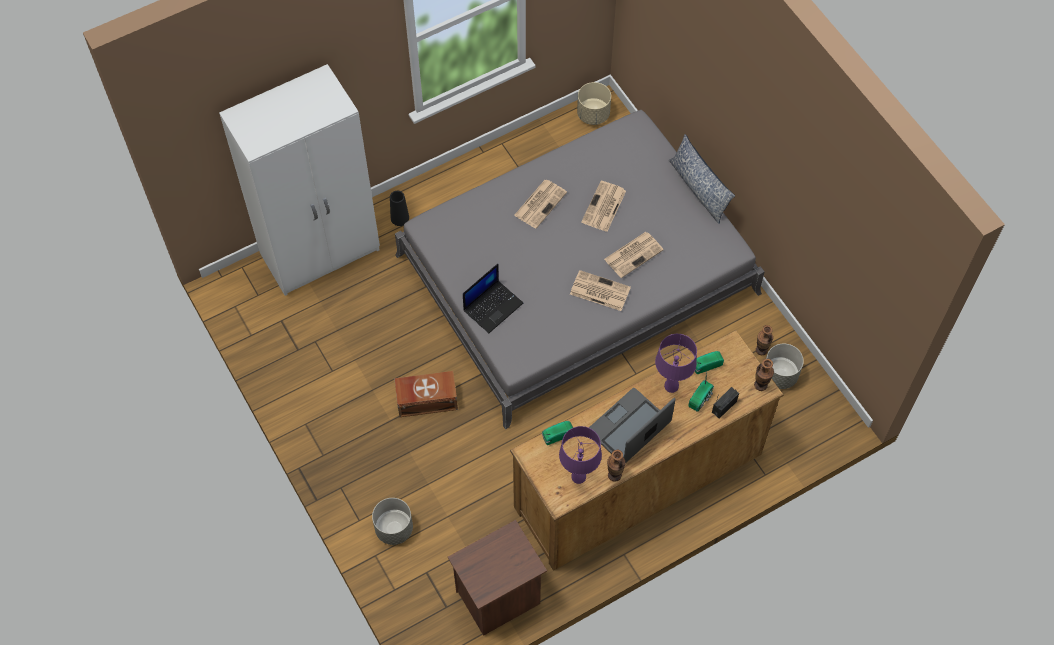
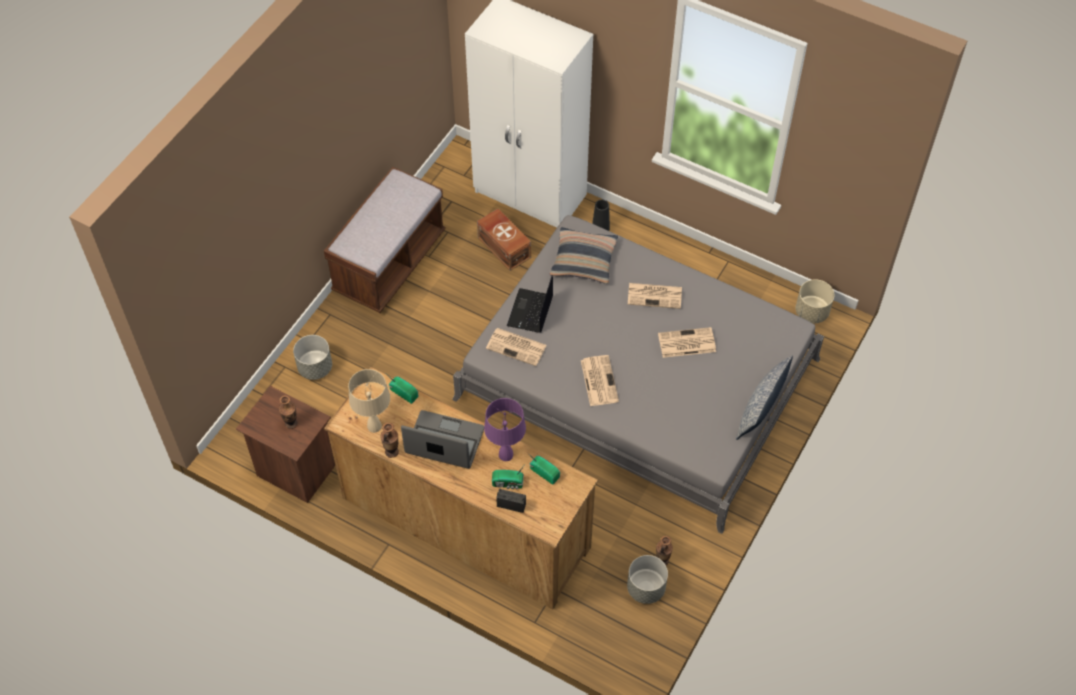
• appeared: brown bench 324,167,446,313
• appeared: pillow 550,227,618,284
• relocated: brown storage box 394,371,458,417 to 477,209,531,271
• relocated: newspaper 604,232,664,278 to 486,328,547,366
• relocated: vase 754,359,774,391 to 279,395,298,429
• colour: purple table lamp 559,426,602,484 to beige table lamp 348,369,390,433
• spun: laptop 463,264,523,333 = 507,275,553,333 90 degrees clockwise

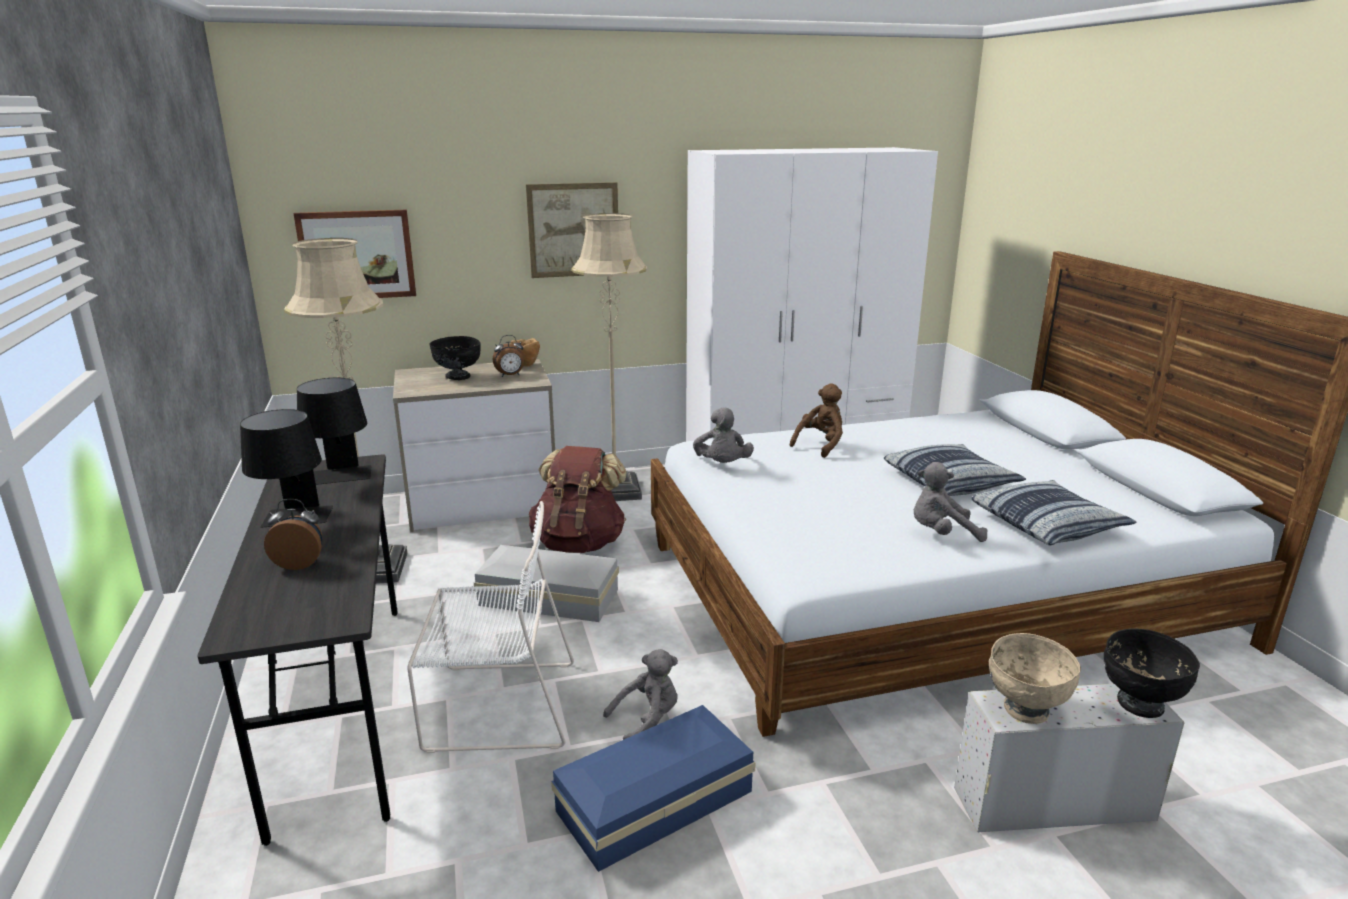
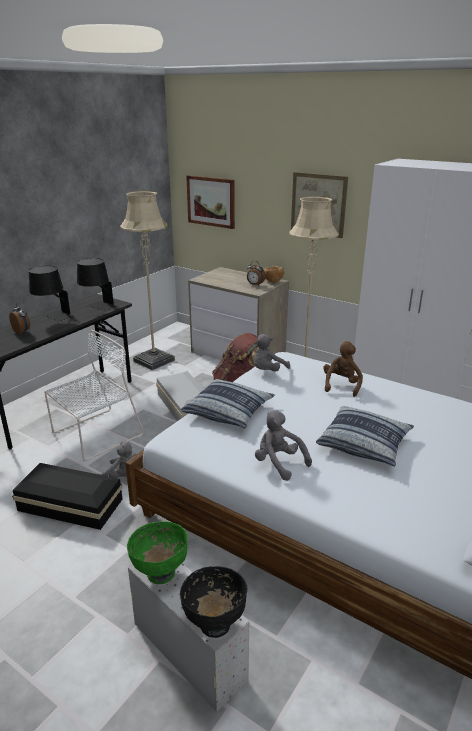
• missing: black bowl 429,336,481,380
• relocated: pillow 971,480,1136,545 to 181,379,275,428
• colour: blue storage box 551,705,756,872 to black storage box 12,463,122,530
• colour: beige bowl 989,633,1081,724 to green bowl 127,521,188,584
• spun: white chair 408,501,574,753 = 44,330,144,461 90 degrees counterclockwise
• spun: brown plush toy 790,383,843,458 = 323,341,363,397 75 degrees counterclockwise

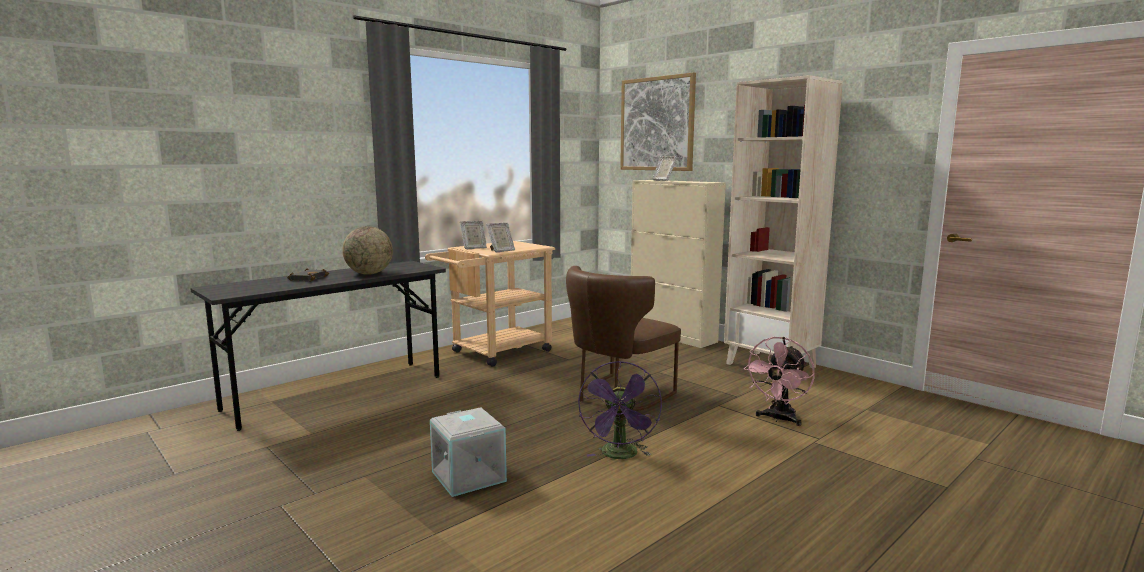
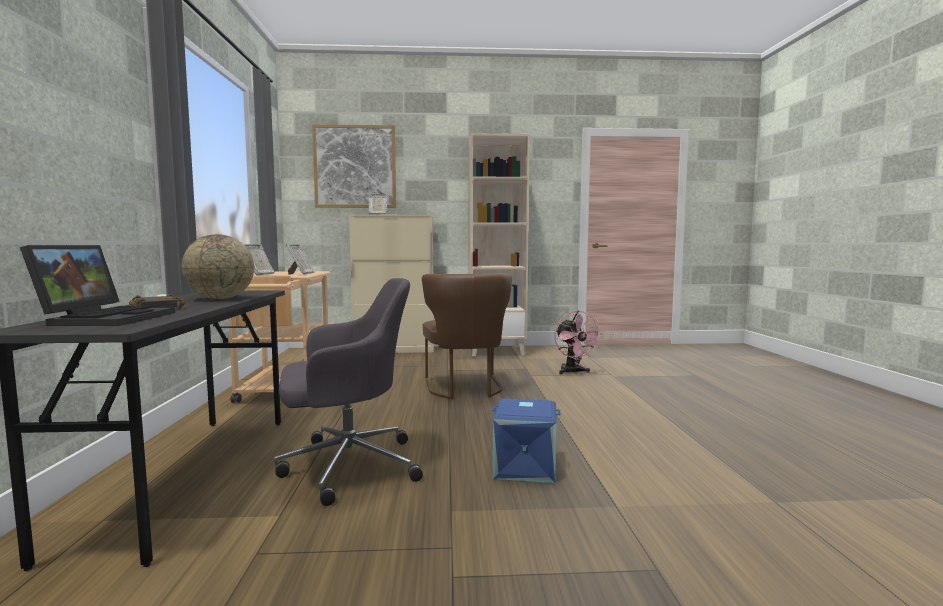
• missing: purple fan 578,361,662,459
• appeared: laptop 20,245,175,326
• appeared: grey office chair 274,278,423,506
• colour: grey storage box 430,408,507,497 to blue storage box 492,398,560,483

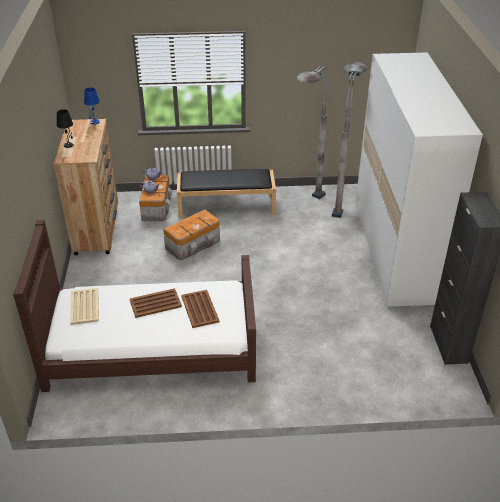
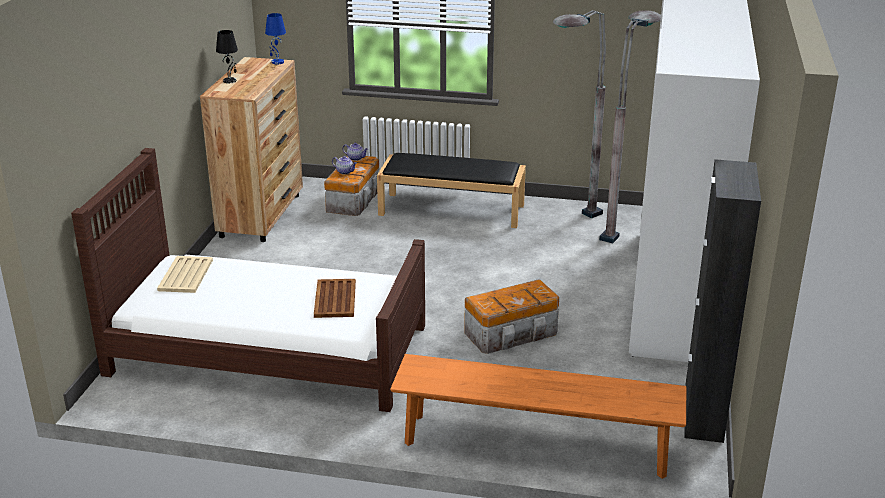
• missing: brown tray 130,288,182,318
• appeared: orange bench 390,354,686,479
• relocated: storage box 163,210,220,260 to 464,279,559,354

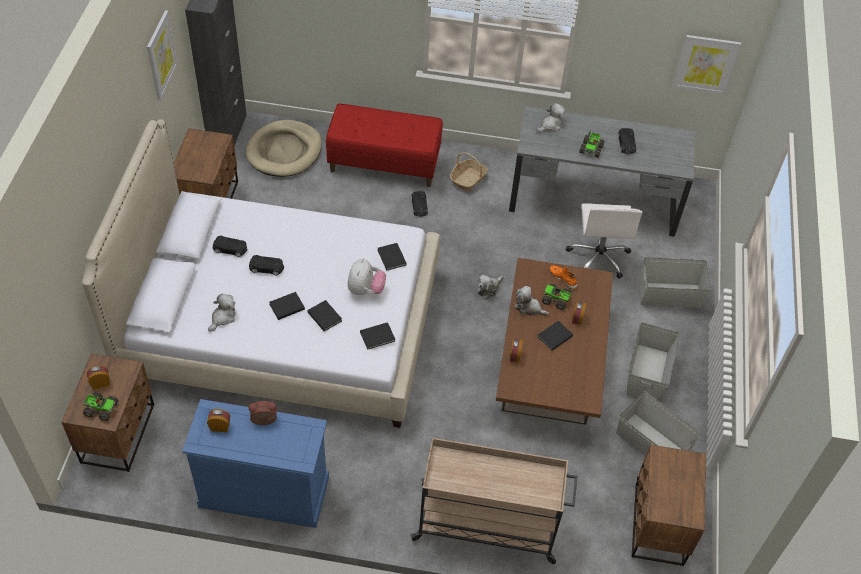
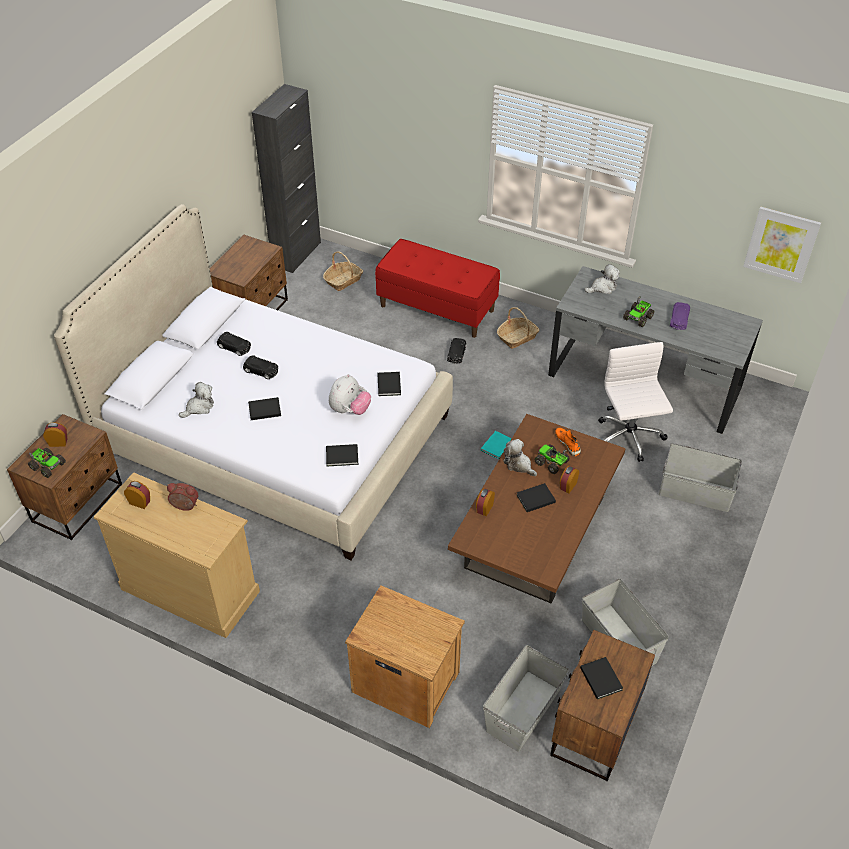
• missing: picture 147,10,178,101
• relocated: black book 307,300,342,331 to 580,657,623,700
• relocated: grey storage box 626,322,680,400 to 483,645,570,752
• exchanged: beige dog bed 246,120,322,177 to basket 323,251,363,291
• exchanged: beige cart 410,438,578,564 to brown nightstand 345,585,465,728
• exchanged: plush toy 478,275,504,299 to turquoise book 481,431,512,459
• colour: blue dresser 182,399,329,528 to beige dresser 94,472,260,638
• colour: black toy car 618,128,636,154 to purple toy car 670,302,690,330
• spun: white office chair 566,203,643,279 = 598,342,673,462 150 degrees clockwise

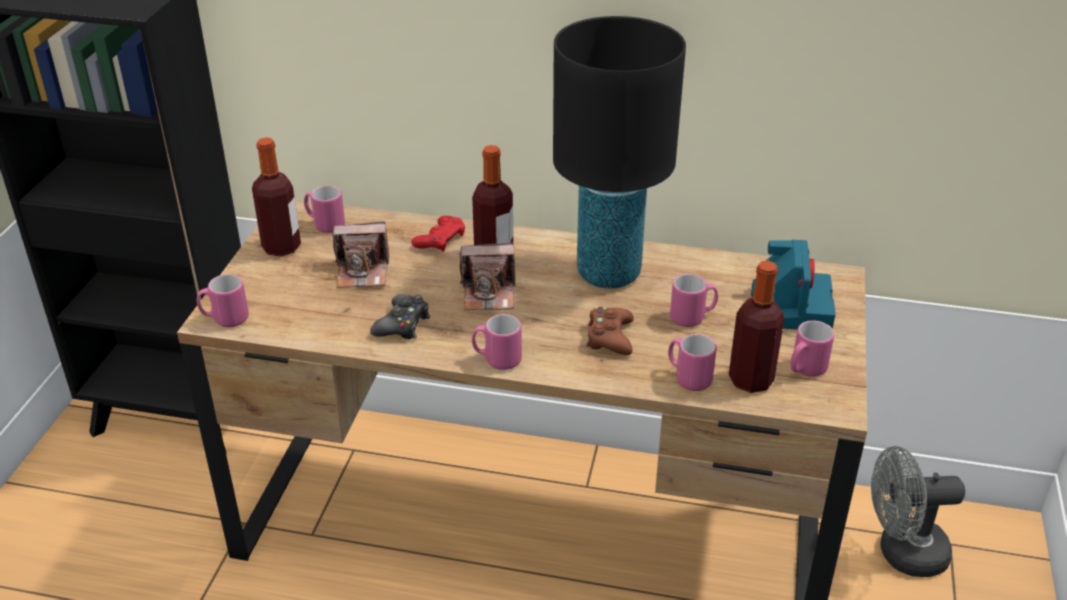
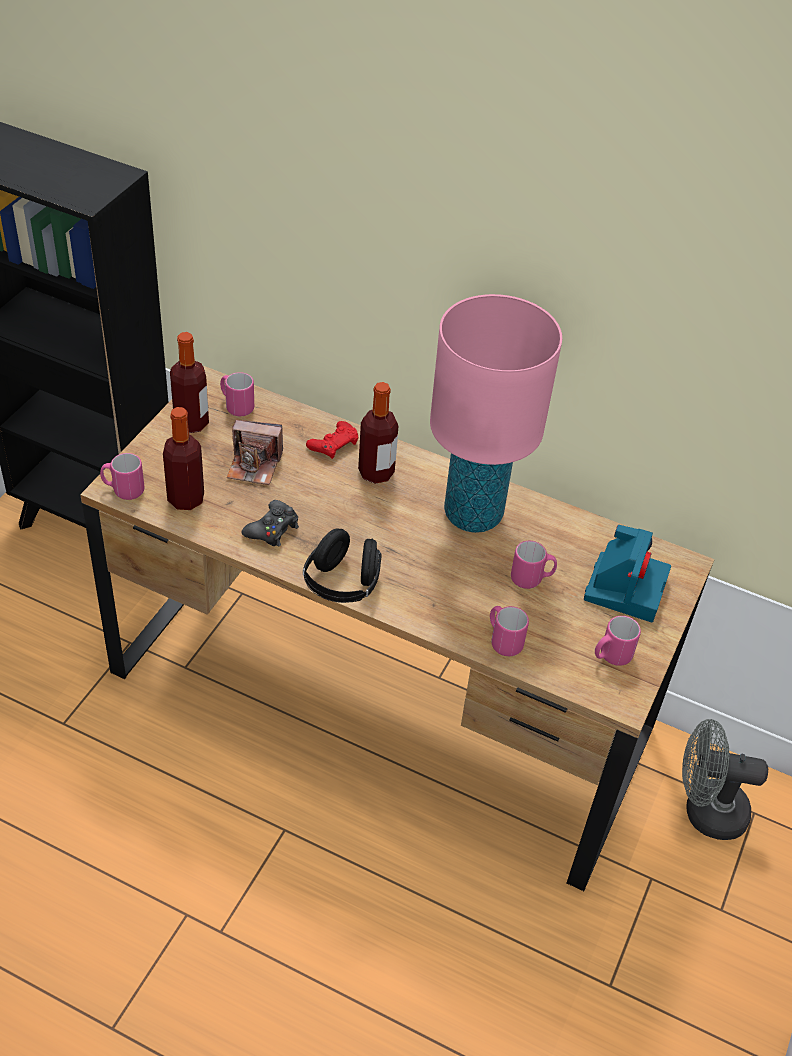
• missing: photo camera 459,243,515,310
• missing: brown game controller 586,307,634,355
• relocated: bottle 729,261,784,393 to 163,407,204,510
• exchanged: pink mug 472,314,522,370 to black headphones 303,529,382,603
• colour: black table lamp 553,16,686,289 to pink table lamp 430,294,562,533

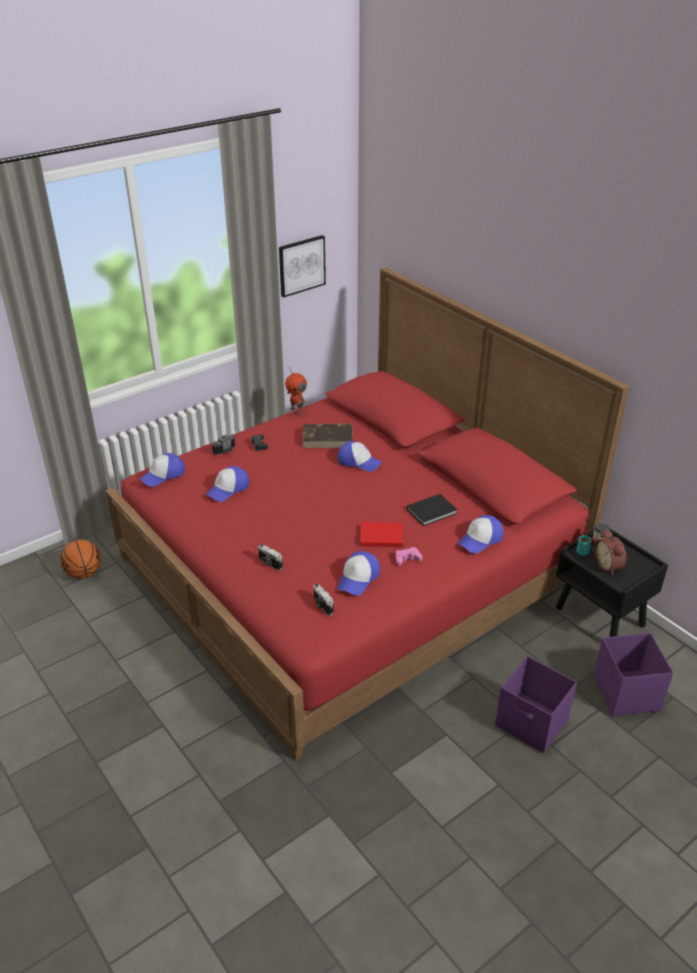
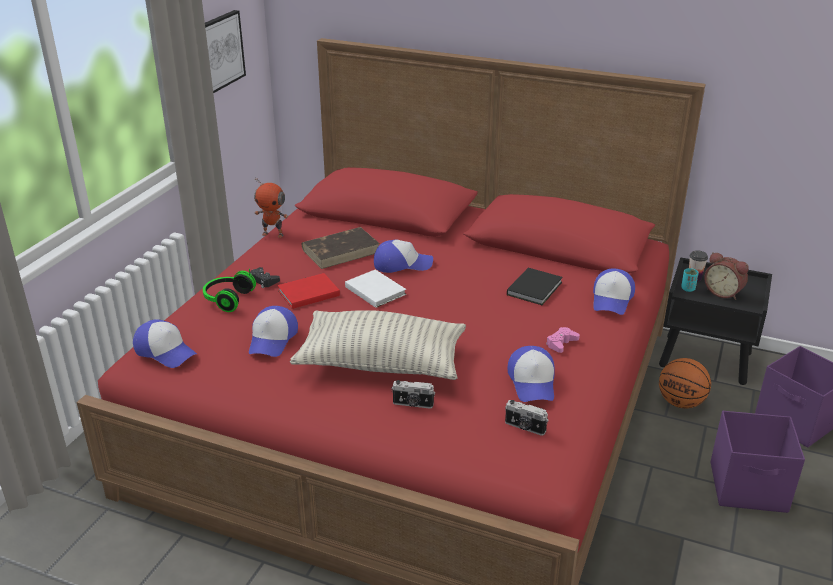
• appeared: pillow 290,310,466,380
• appeared: white book 345,270,406,308
• relocated: basketball 60,540,101,579 to 659,358,711,409
• relocated: red book 361,522,403,547 to 277,273,340,309
• exchanged: photo camera 212,435,235,455 to headphones 203,269,256,312
• spun: cap 140,453,185,487 = 133,319,197,368 75 degrees counterclockwise

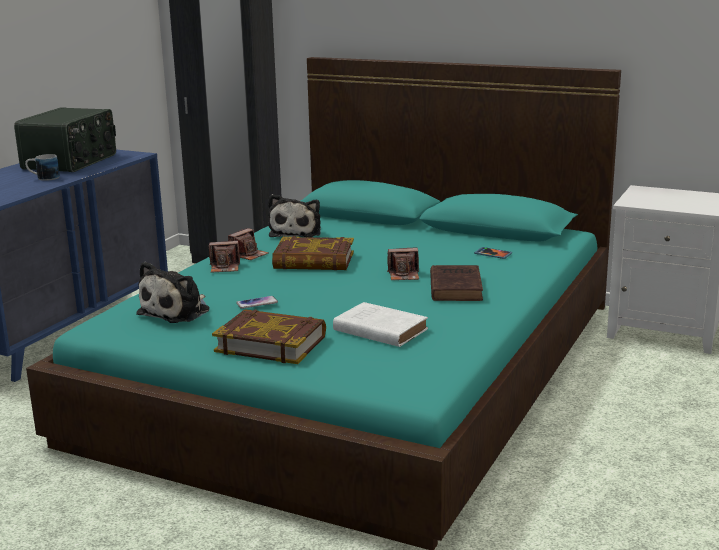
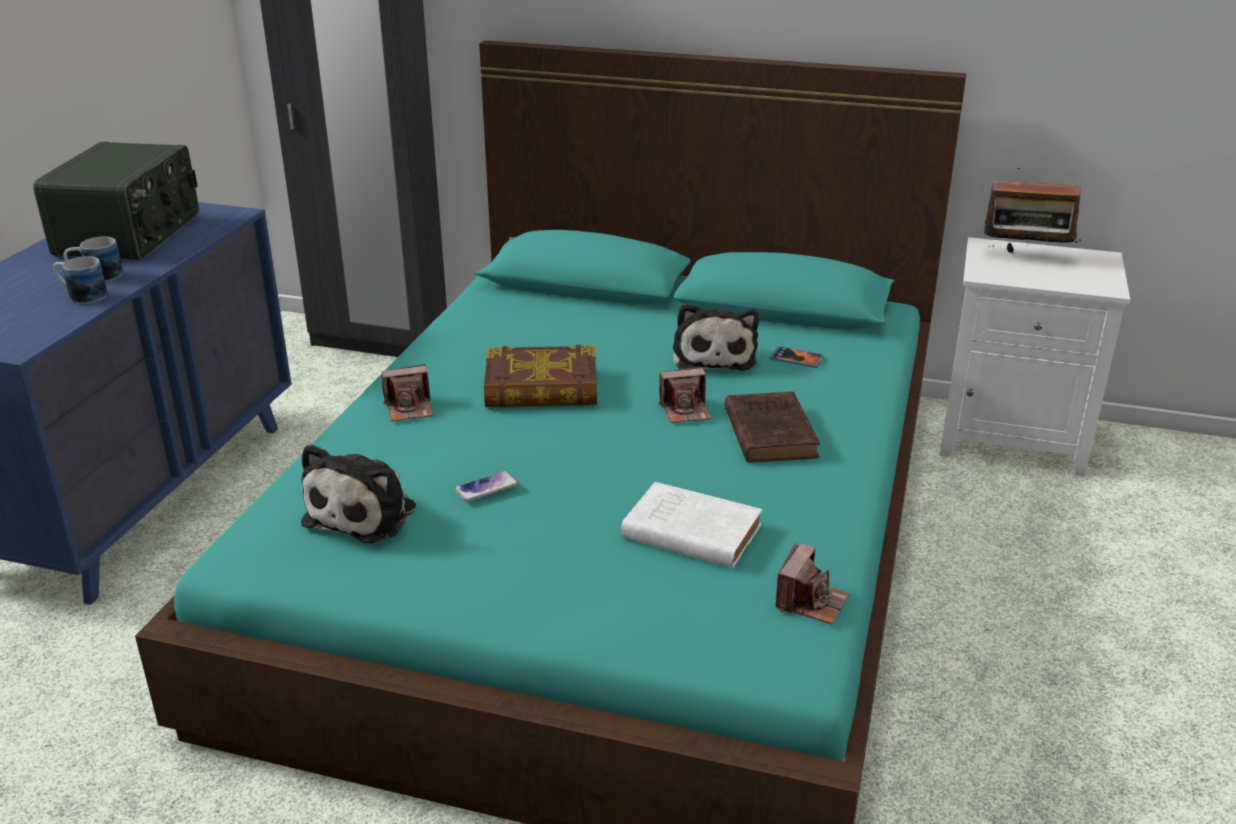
• missing: book 212,309,326,364
• appeared: mug 53,256,107,304
• appeared: radio 982,168,1081,253
• relocated: photo camera 228,228,268,260 to 775,542,850,624
• relocated: plush toy 268,194,321,237 to 673,303,759,371

